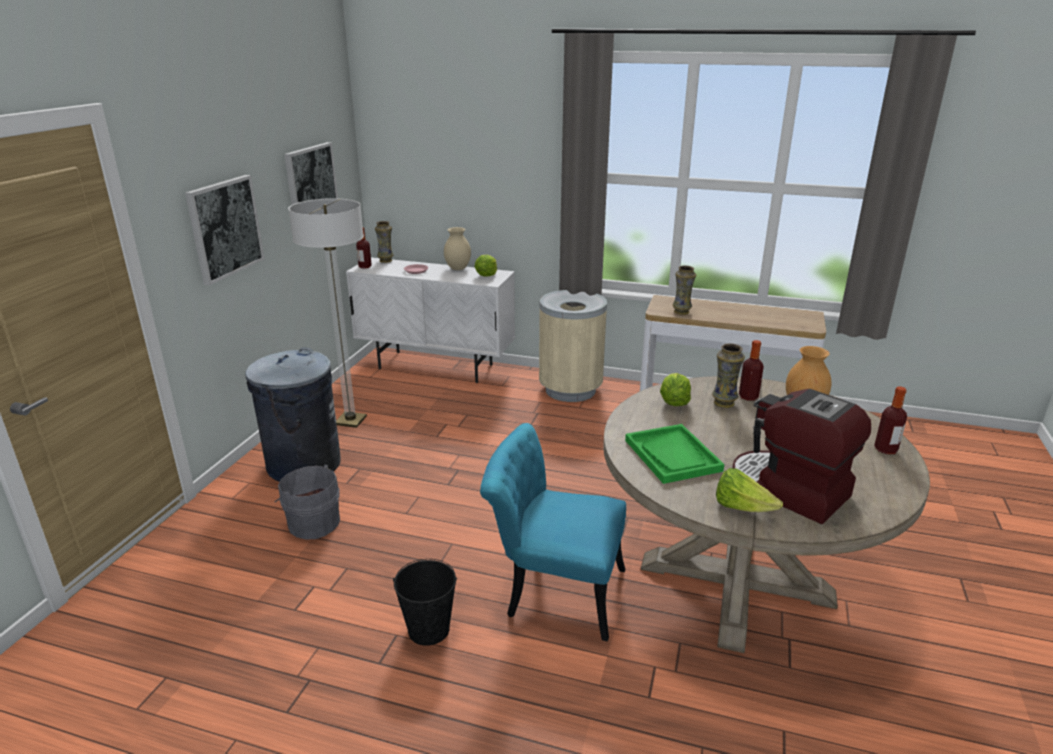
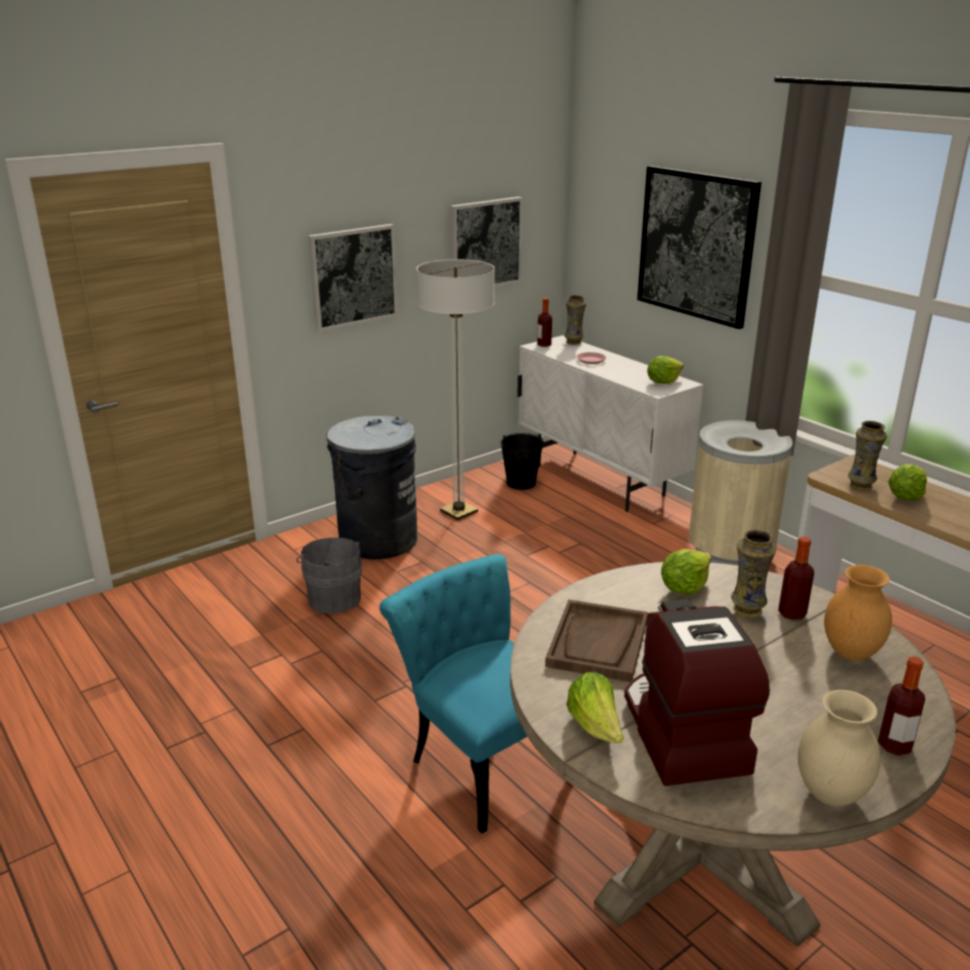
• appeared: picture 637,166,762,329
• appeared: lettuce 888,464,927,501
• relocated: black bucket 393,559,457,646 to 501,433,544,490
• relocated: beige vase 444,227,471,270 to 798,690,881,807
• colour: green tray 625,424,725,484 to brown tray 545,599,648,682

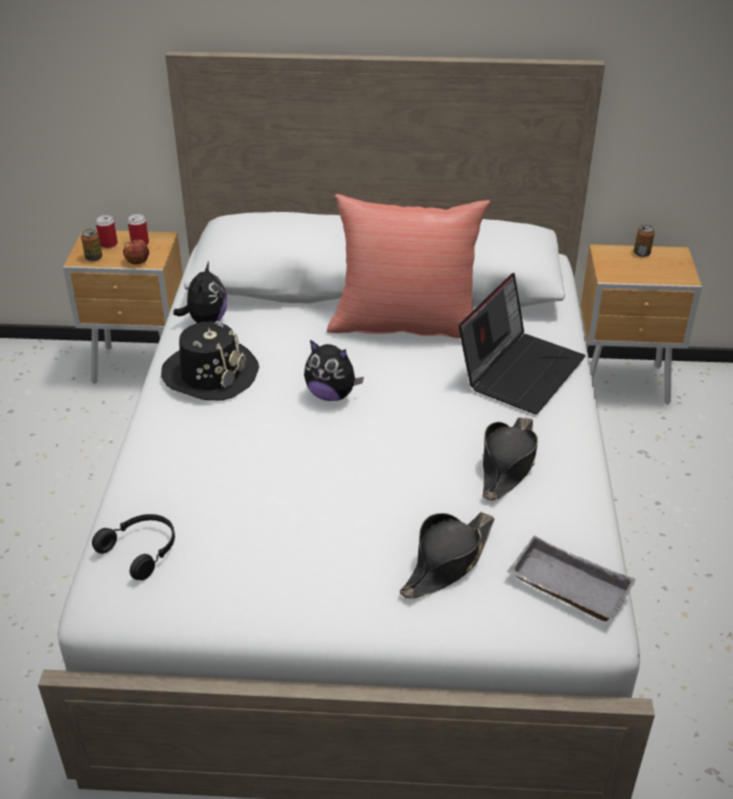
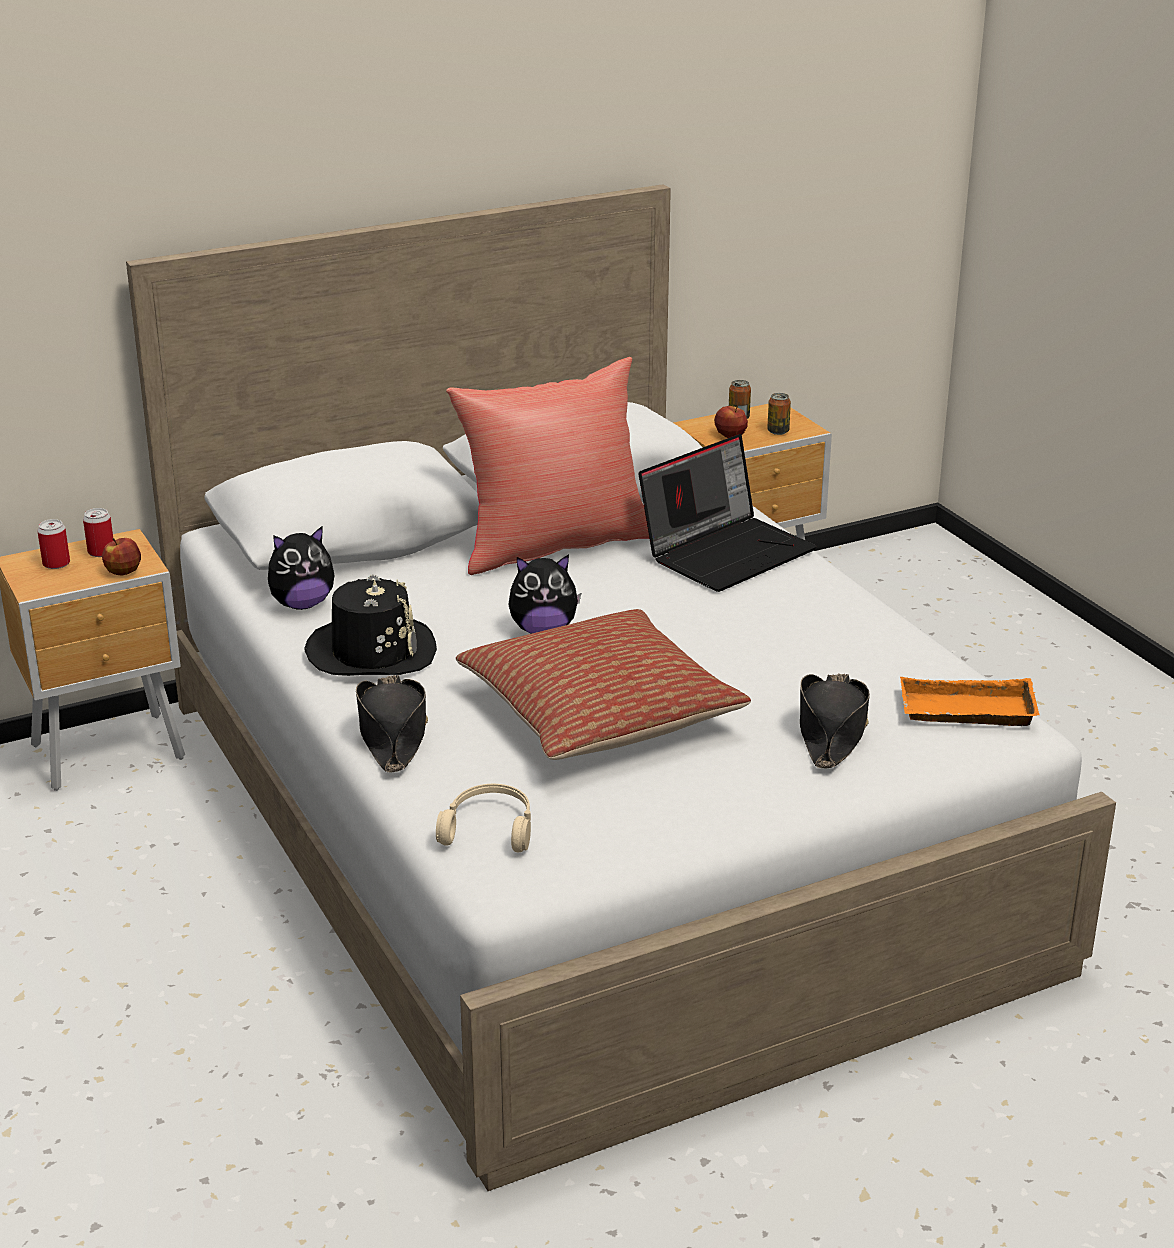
• appeared: pillow 456,609,751,760
• appeared: apple 714,406,748,438
• relocated: can 81,229,102,261 to 767,393,791,435
• relocated: black hat 483,417,538,500 to 356,675,428,772
• colour: black headphones 92,514,175,580 to beige headphones 436,784,531,852
• colour: grey tray 507,535,636,621 to orange tray 900,677,1039,726
• spun: plush toy 173,262,227,323 = 268,526,335,610 90 degrees clockwise
• spun: laptop 459,273,586,414 = 639,434,817,592 45 degrees clockwise

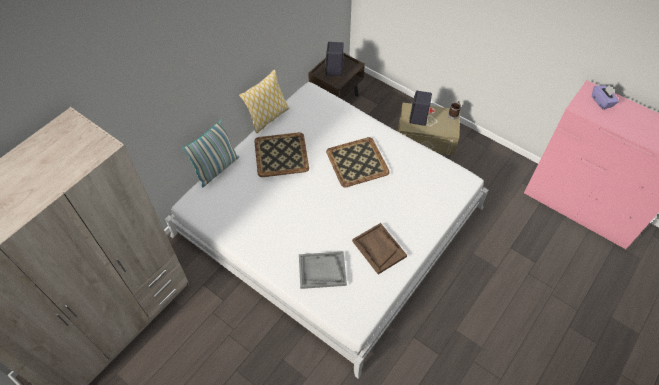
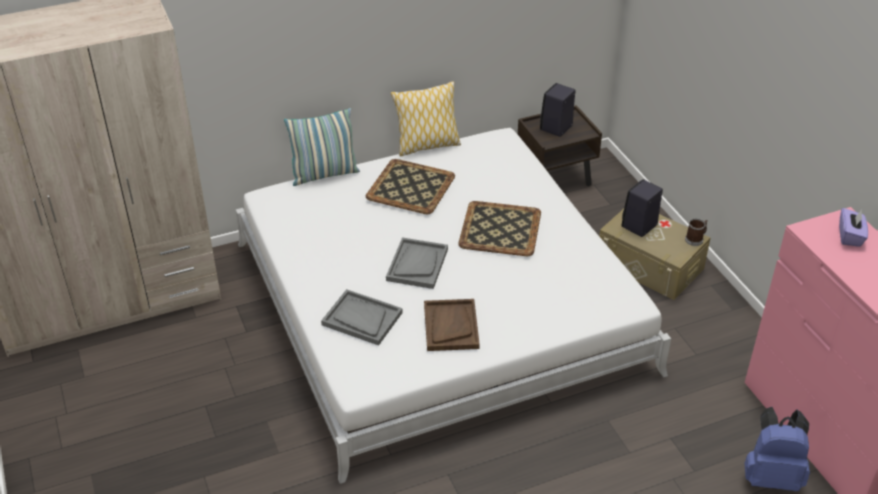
• appeared: grey tray 386,237,448,289
• appeared: blue backpack 744,407,810,491

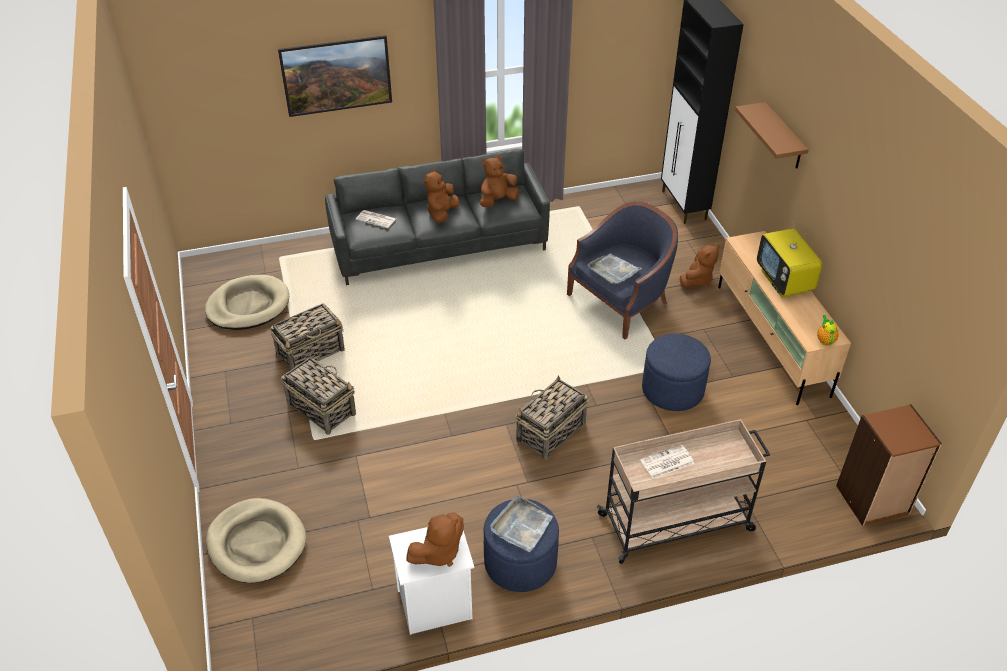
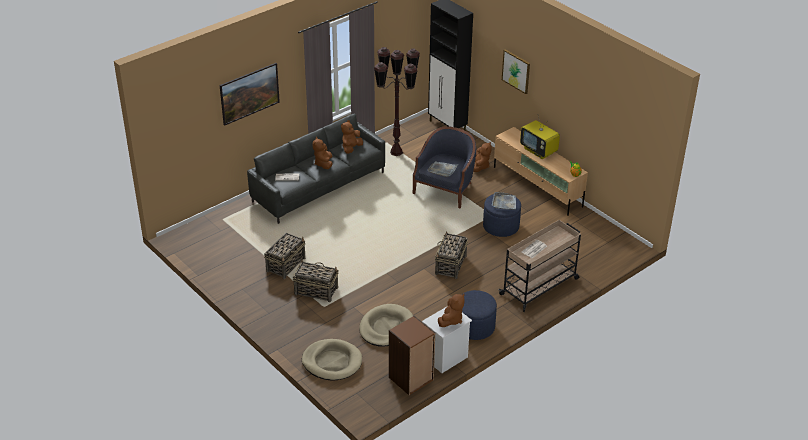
• appeared: brown floor lamp 374,47,420,156
• relocated: beige dog bed 205,275,289,330 to 359,304,413,347
• relocated: grey tray 490,496,553,552 to 492,192,516,210
• relocated: brown bookcase 836,404,942,526 to 389,316,435,395
• exchanged: brown shelf 735,102,809,169 to picture 502,49,530,94

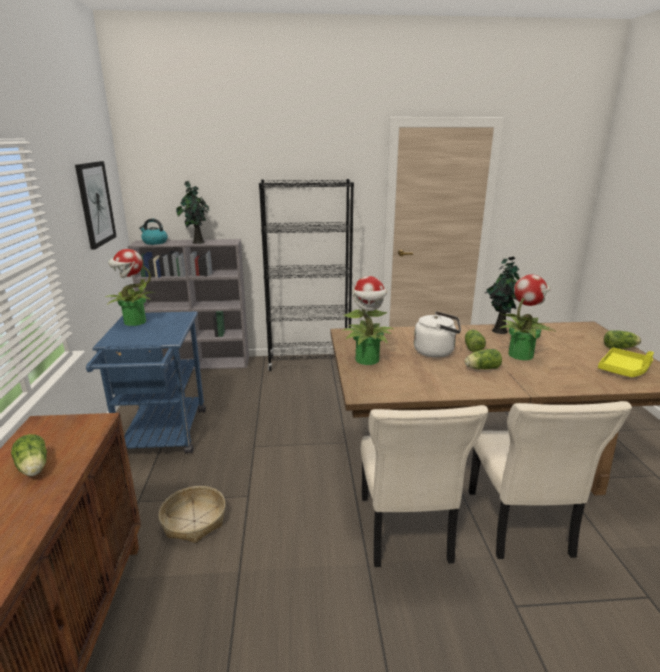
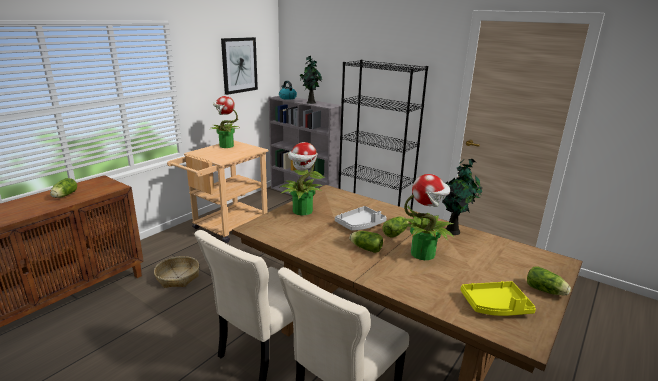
• exchanged: white kettle 414,311,461,358 to grey tray 335,206,387,231
• colour: blue cart 86,312,206,453 to beige cart 167,141,269,243

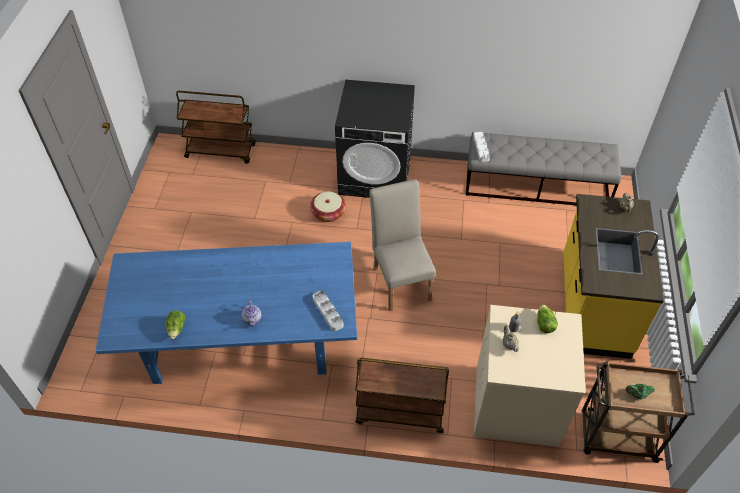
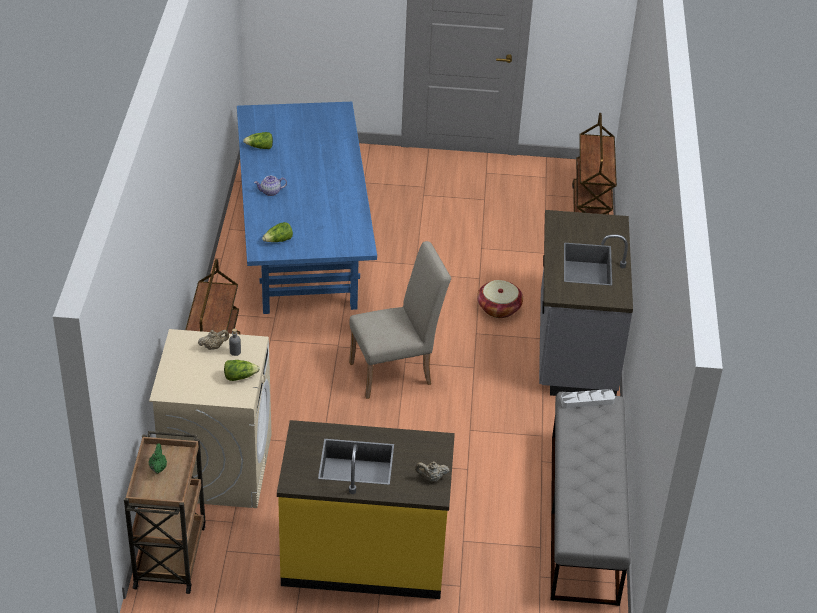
• exchanged: grey tray 313,290,344,331 to lettuce 262,222,293,242
• exchanged: black washing machine 335,80,415,198 to grey counter 539,210,633,396

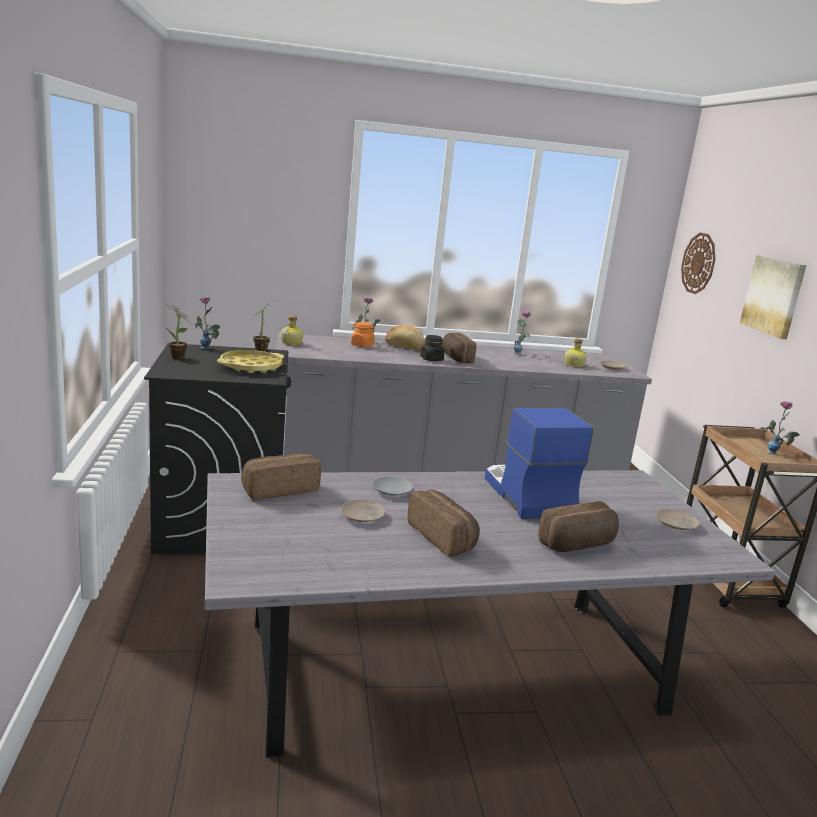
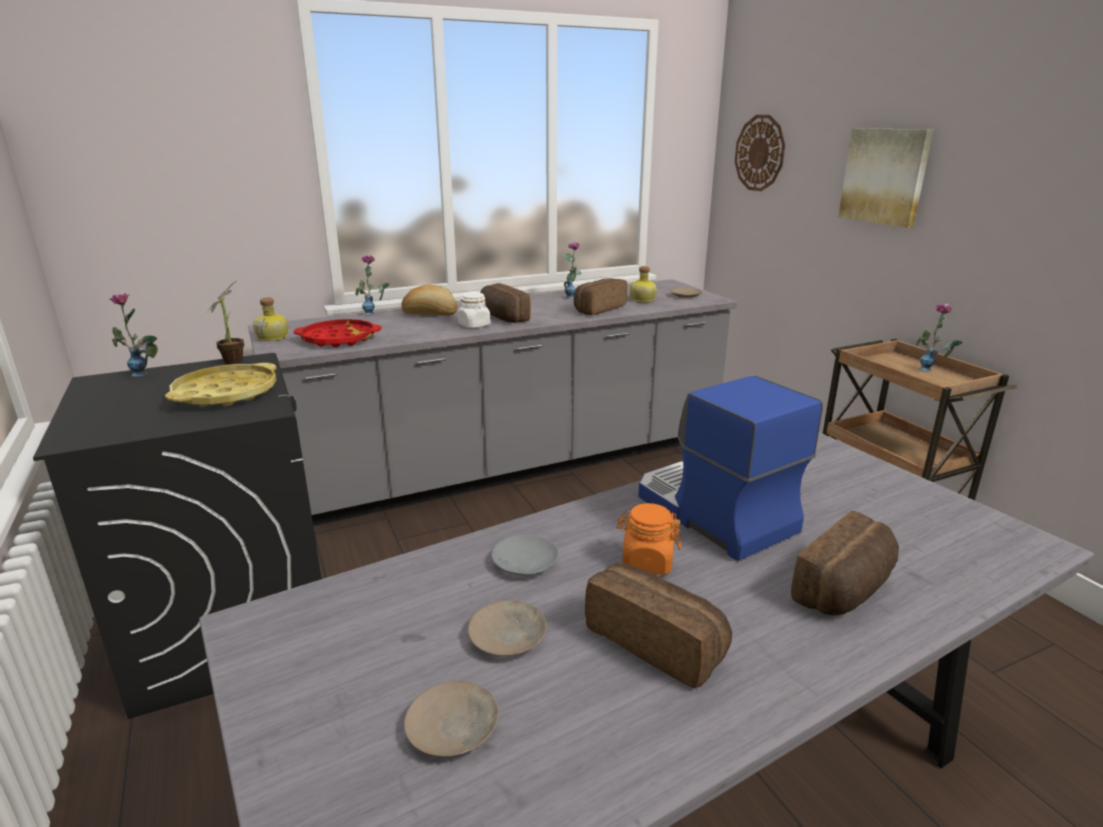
• missing: potted plant 165,304,193,359
• appeared: red tray 294,319,381,347
• relocated: bread 241,453,321,500 to 574,278,627,315
• relocated: orange jar 351,322,375,347 to 617,503,681,575
• relocated: beige plate 656,509,700,530 to 404,681,499,757
• colour: black jar 420,335,444,361 to white jar 458,292,491,328

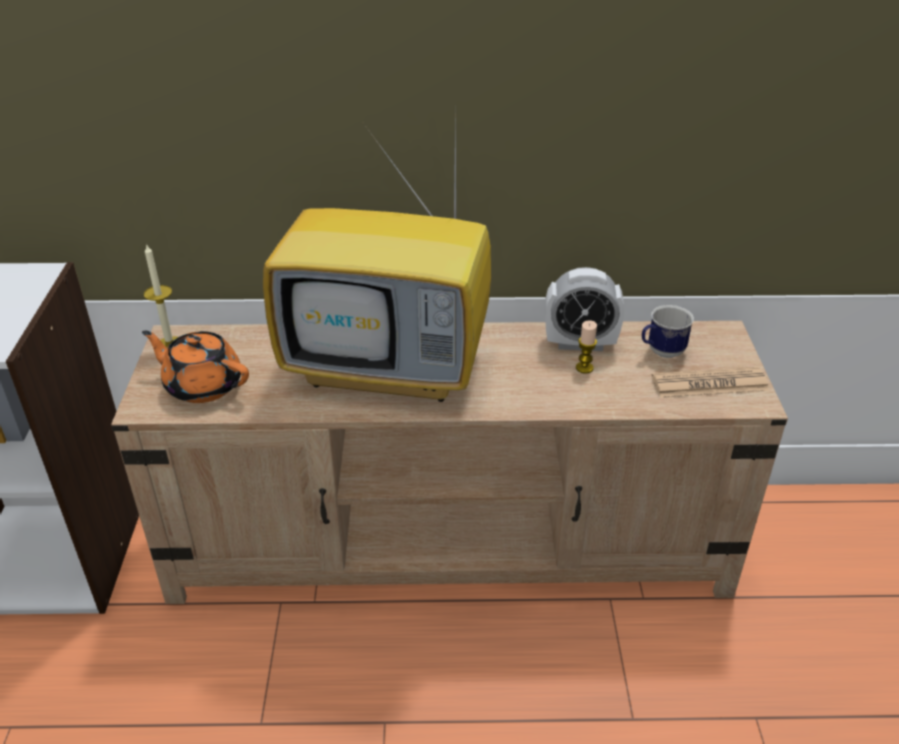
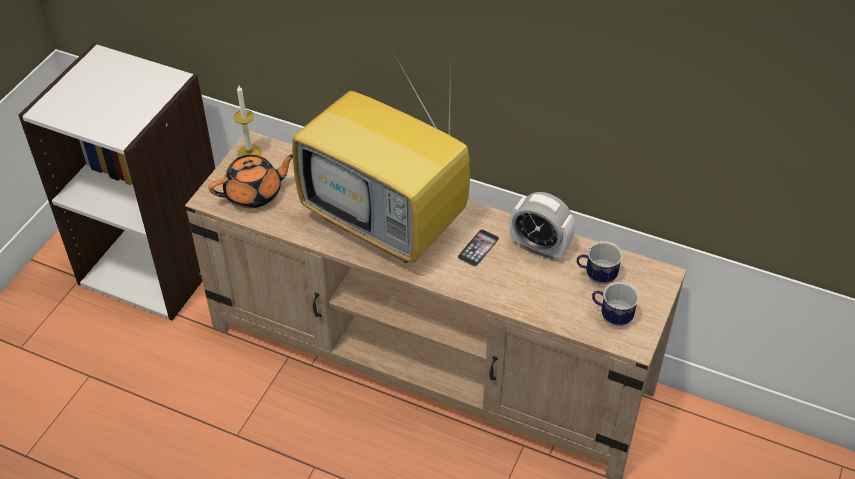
• missing: candle 576,320,597,374
• appeared: phone 457,229,499,267
• exchanged: newspaper 652,367,769,398 to mug 592,282,639,327
• spun: orange teapot 142,331,249,403 = 208,154,293,208 105 degrees clockwise

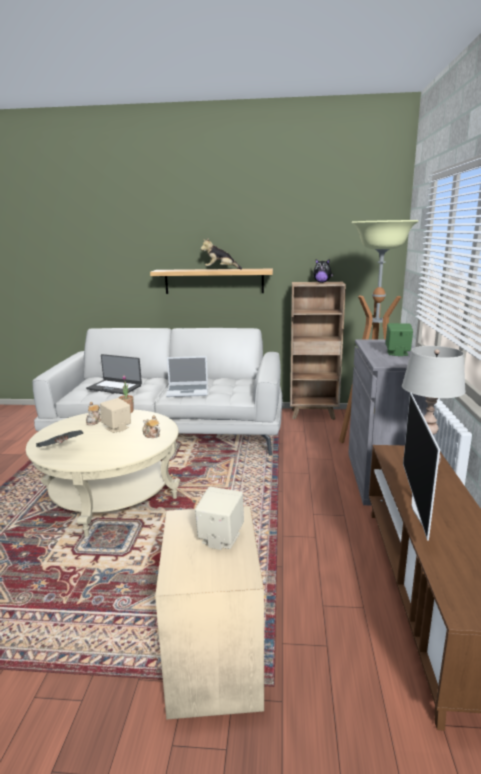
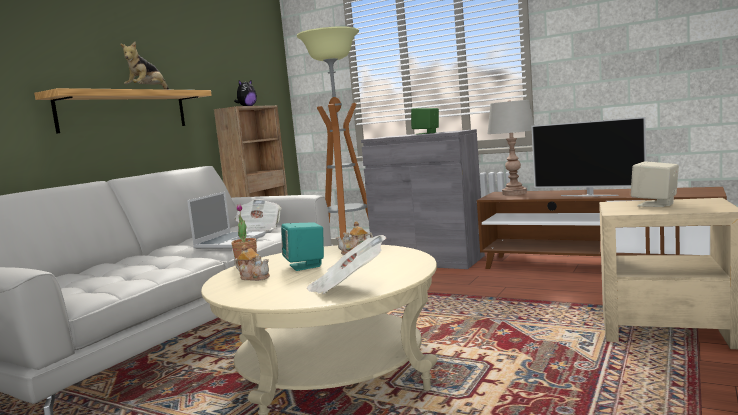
• missing: laptop 86,354,142,394
• appeared: newspaper 235,199,281,232
• colour: beige speaker 100,398,131,433 to turquoise speaker 281,222,324,271

